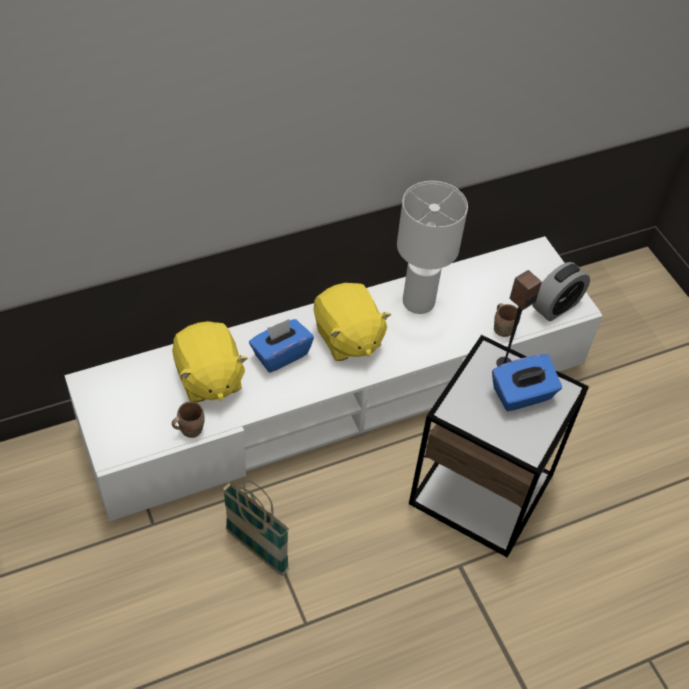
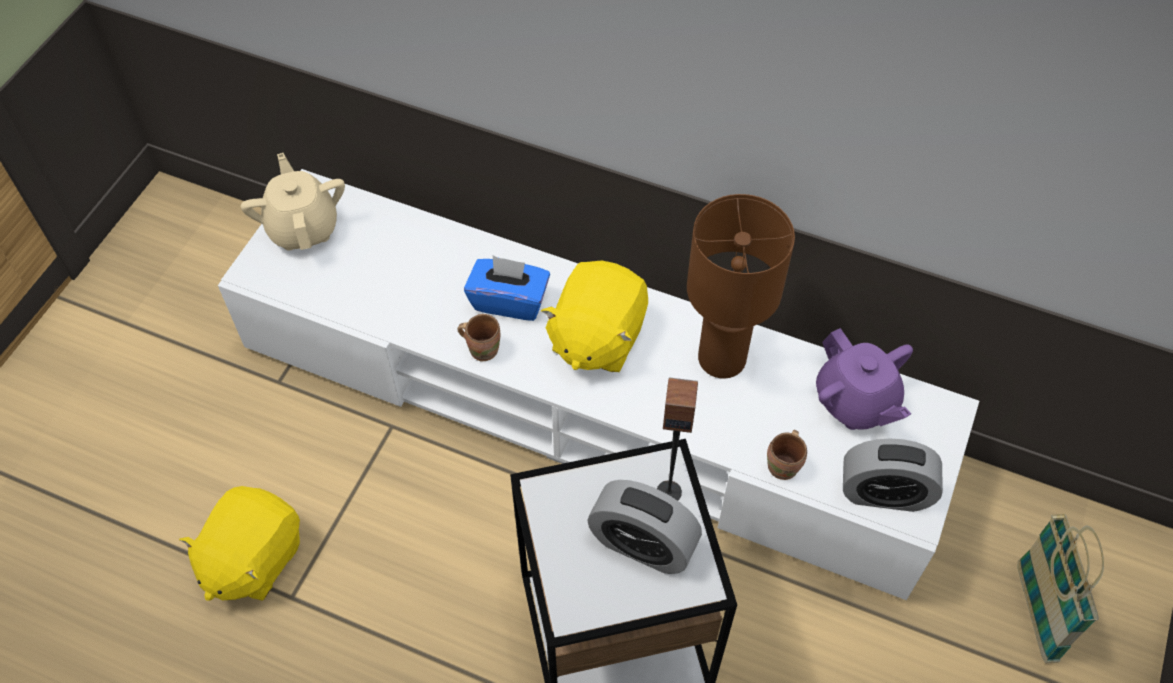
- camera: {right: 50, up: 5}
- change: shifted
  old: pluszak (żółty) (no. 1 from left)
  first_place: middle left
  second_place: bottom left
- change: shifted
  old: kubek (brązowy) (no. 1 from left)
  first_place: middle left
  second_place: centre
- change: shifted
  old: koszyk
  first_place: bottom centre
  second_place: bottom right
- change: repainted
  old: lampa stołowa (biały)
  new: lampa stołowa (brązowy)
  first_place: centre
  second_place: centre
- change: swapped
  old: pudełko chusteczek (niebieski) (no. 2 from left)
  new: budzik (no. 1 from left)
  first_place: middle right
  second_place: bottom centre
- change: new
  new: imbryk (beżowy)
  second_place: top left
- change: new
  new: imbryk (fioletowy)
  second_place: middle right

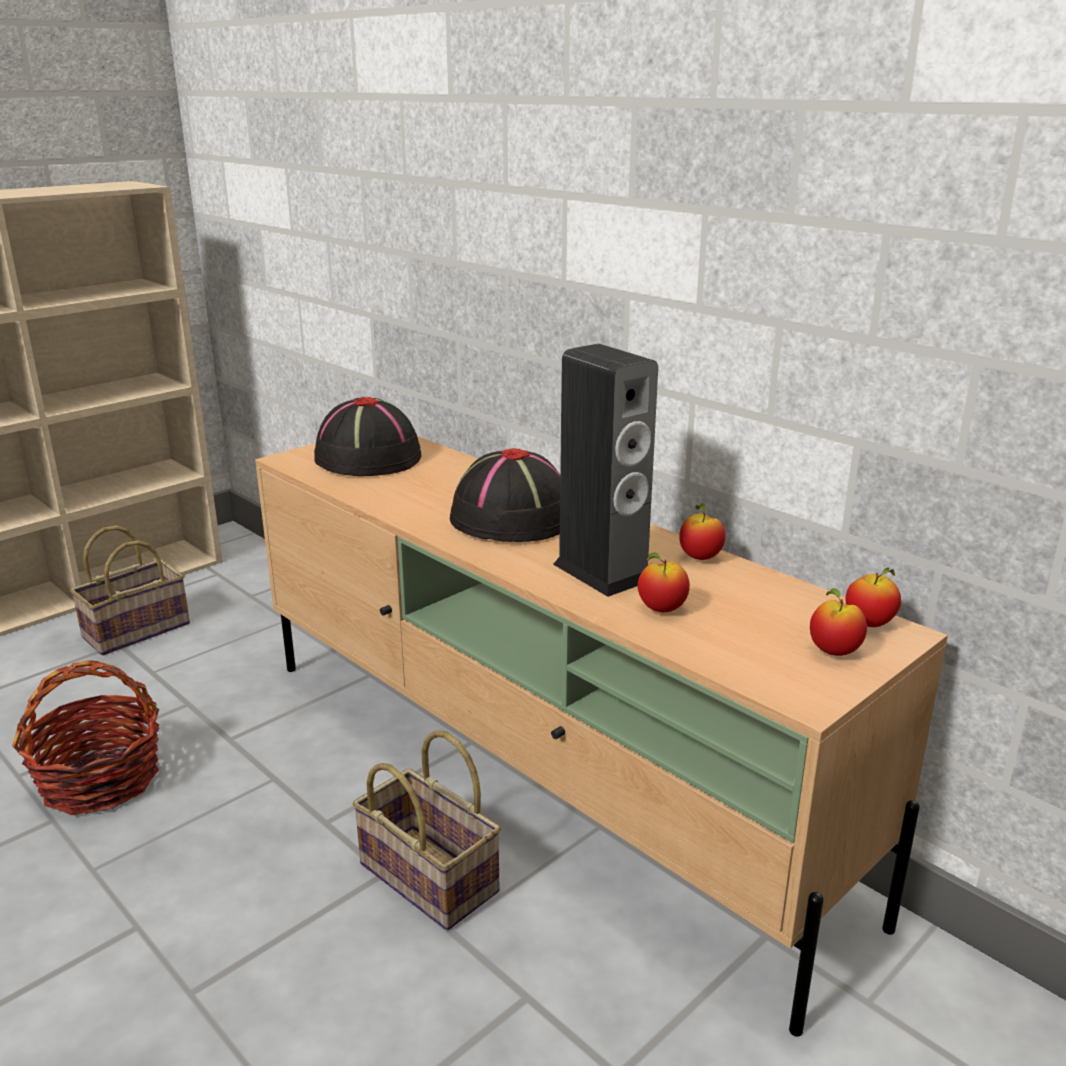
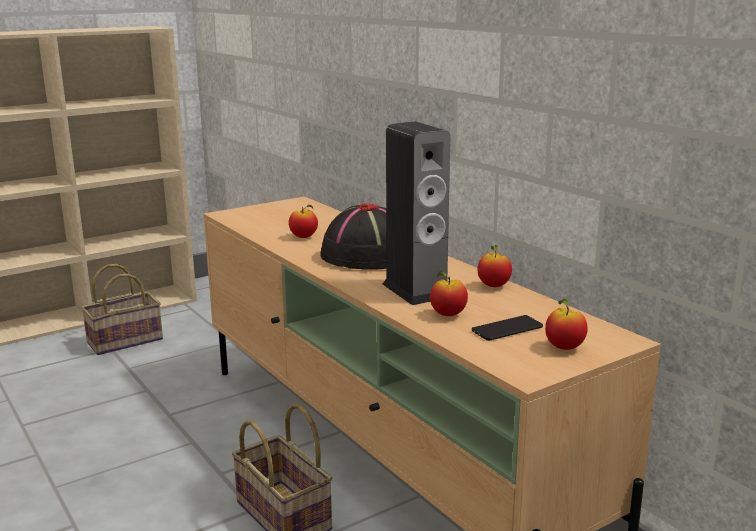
- camera: {right: 10, up: -5}
- change: gone
  old: koszyk (no. 1 from left)
  first_place: bottom left
- change: gone
  old: kapelusz (czarny) (no. 1 from left)
  first_place: centre
- change: shifted
  old: jabłko (no. 4 from left in the first image)
  new: jabłko (no. 1 from left)
  first_place: middle right
  second_place: centre
- change: new
  new: telefon
  second_place: middle right

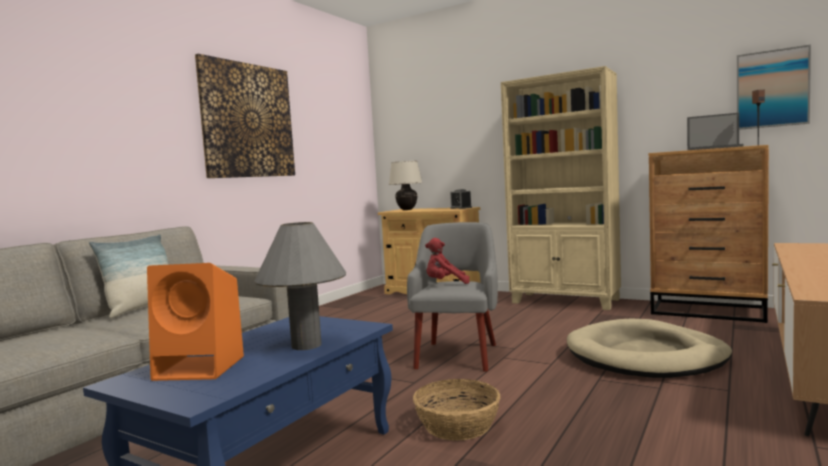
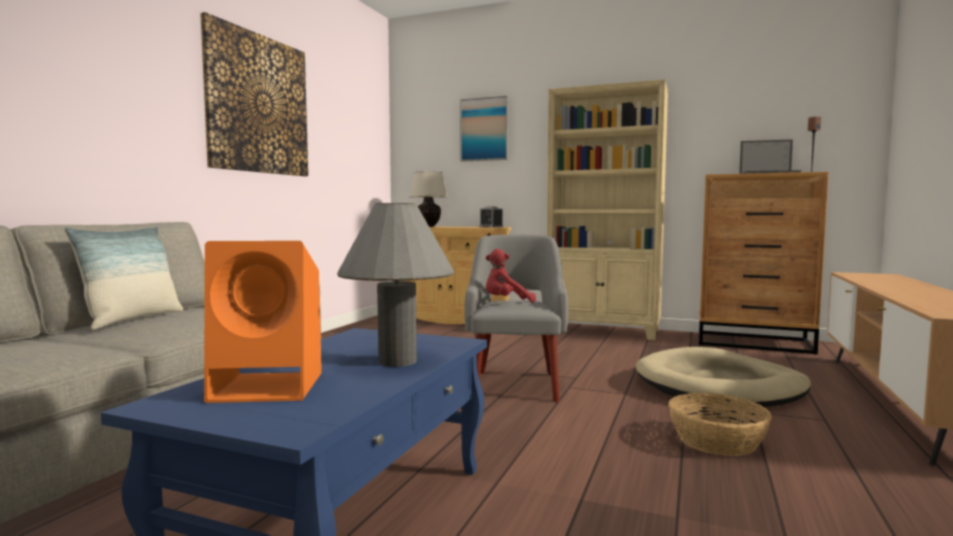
- camera: {right: -10, up: 0}
- change: shifted
  old: koszyk
  first_place: bottom centre
  second_place: bottom right
- change: shifted
  old: obraz (no. 2 from left)
  first_place: top right
  second_place: top centre

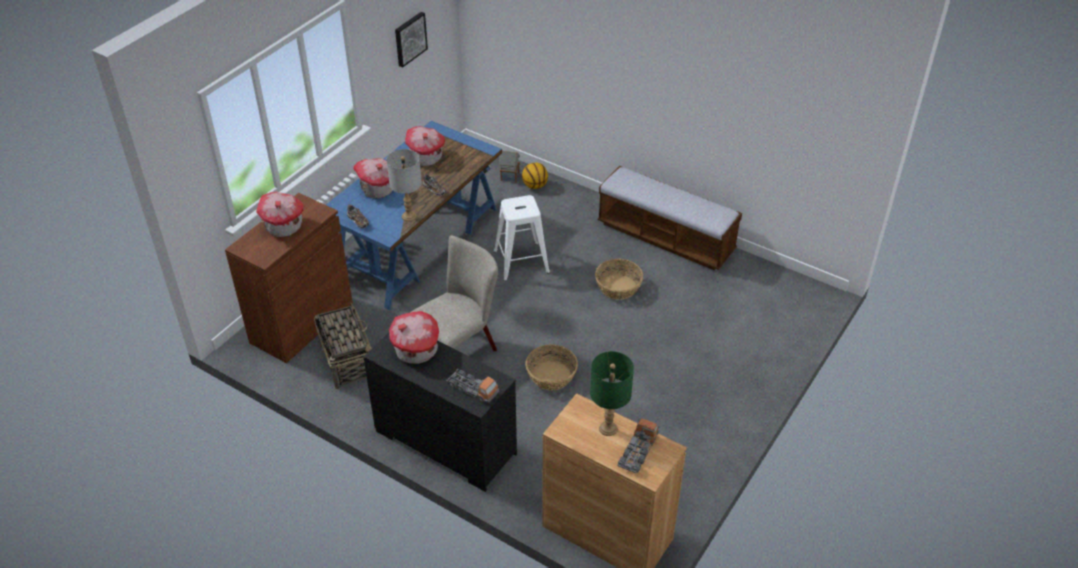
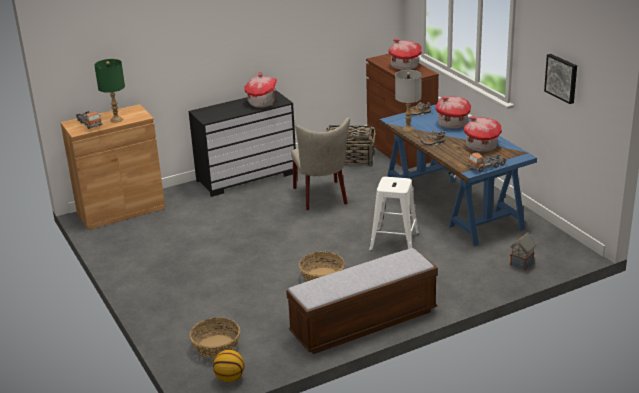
- camera: {right: 120, up: -15}
- change: shifted
  old: ciężarówka zabawkowa (no. 1 from left in the first image)
  new: ciężarówka zabawkowa (no. 2 from left)
  first_place: bottom centre
  second_place: middle right
- change: shifted
  old: piłka do koszykówki
  first_place: top centre
  second_place: bottom centre
- change: shifted
  old: koszyk (no. 2 from left in the first image)
  new: koszyk (no. 1 from left)
  first_place: centre
  second_place: bottom centre

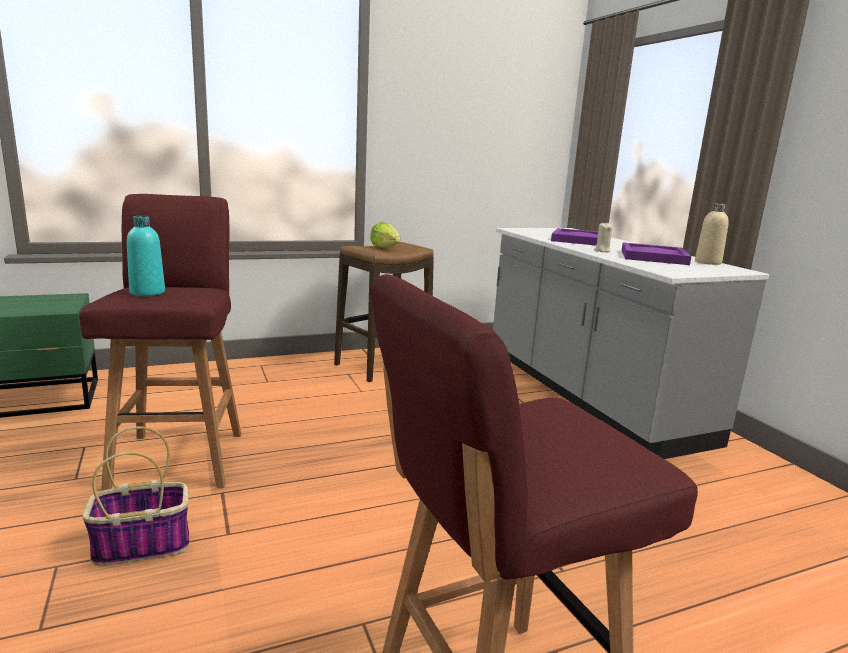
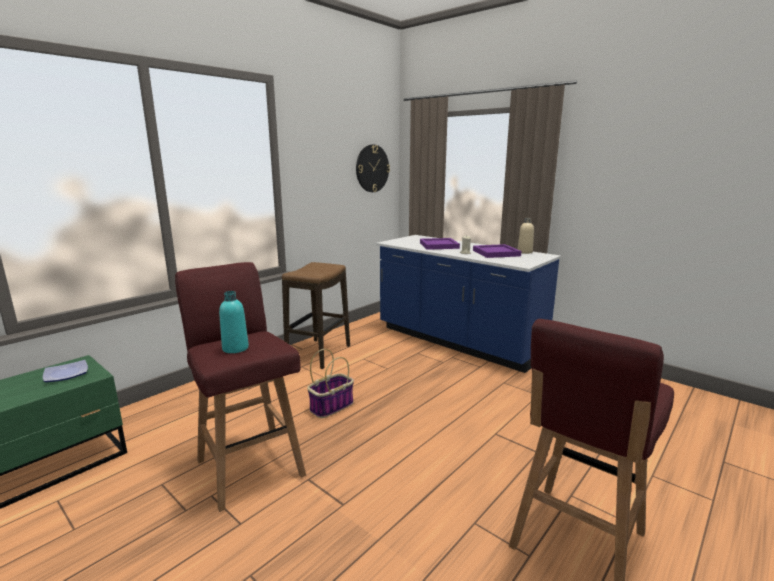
- camera: {right: -25, up: 0}
- change: shifted
  old: koszyk
  first_place: bottom left
  second_place: centre
- change: gone
  old: sałata
  first_place: centre
- change: repainted
  old: zabudowa kuchenna (szary)
  new: zabudowa kuchenna (niebieski)
  first_place: middle right
  second_place: centre
- change: new
  new: talerz
  second_place: middle left
- change: new
  new: zegar ścienny
  second_place: top centre

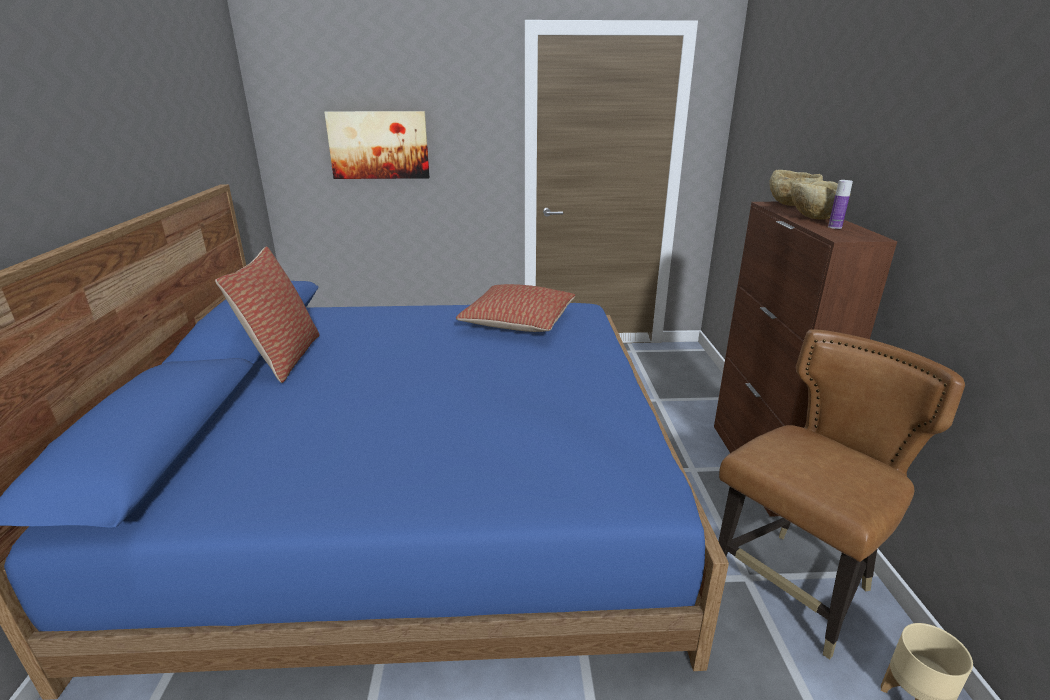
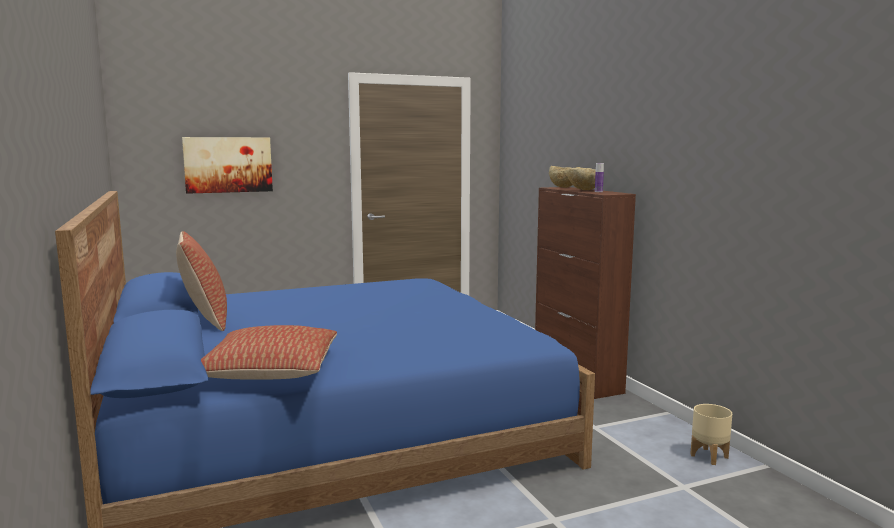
- camera: {right: -20, up: -15}
- change: shifted
  old: poduszka (no. 2 from left)
  first_place: centre
  second_place: bottom left
- change: gone
  old: krzesło (brązowy)
  first_place: bottom right

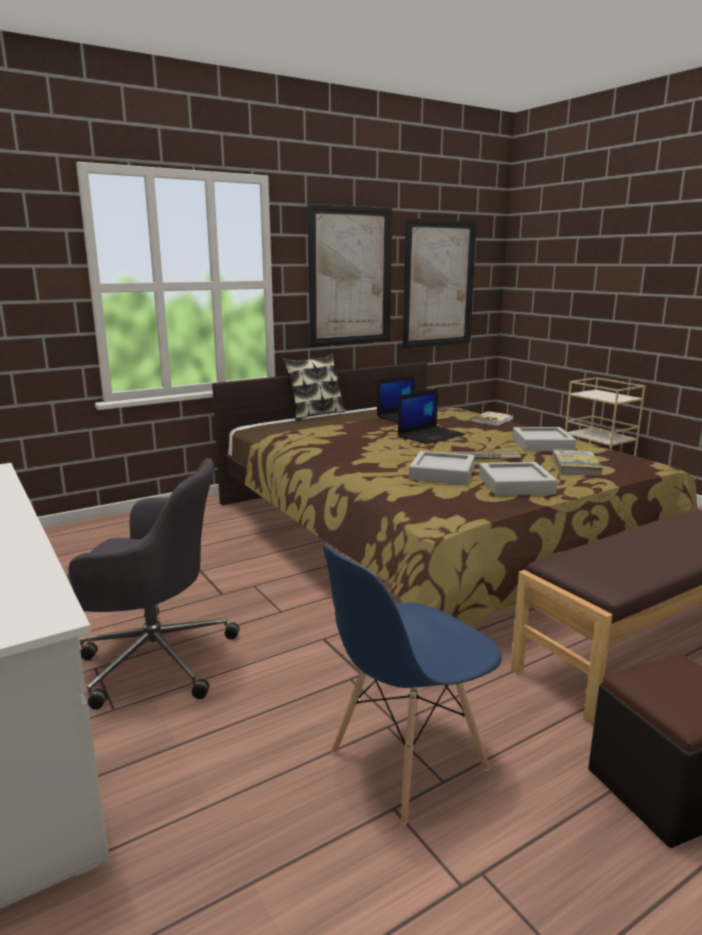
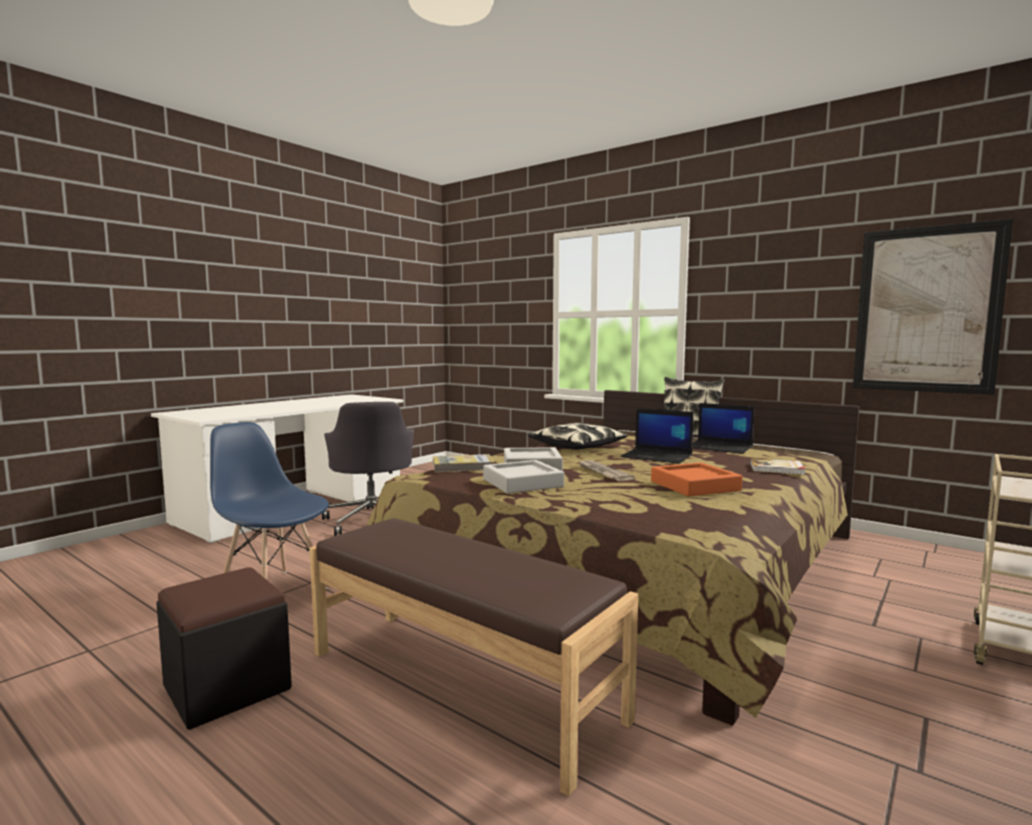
- camera: {right: 70, up: -10}
- change: gone
  old: obraz (no. 1 from left)
  first_place: top centre
- change: repainted
  old: taca (szary) (no. 3 from left)
  new: taca (pomarańczowy)
  first_place: middle right
  second_place: middle right
- change: shifted
  old: książka (no. 2 from left in the first image)
  new: książka (no. 1 from left)
  first_place: middle right
  second_place: centre
- change: new
  new: poduszka (no. 1 from left)
  second_place: centre

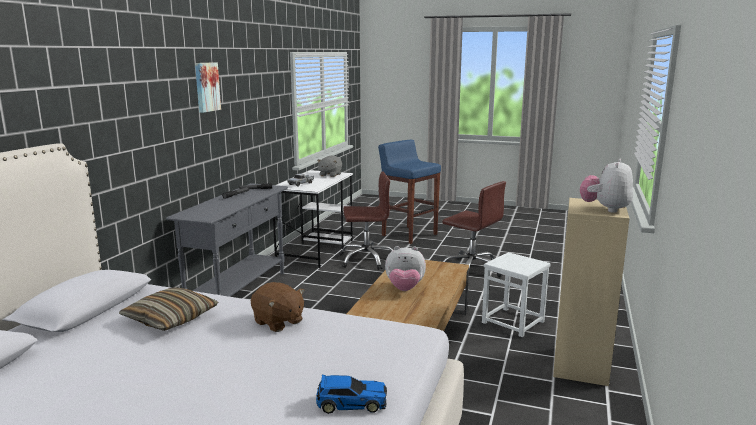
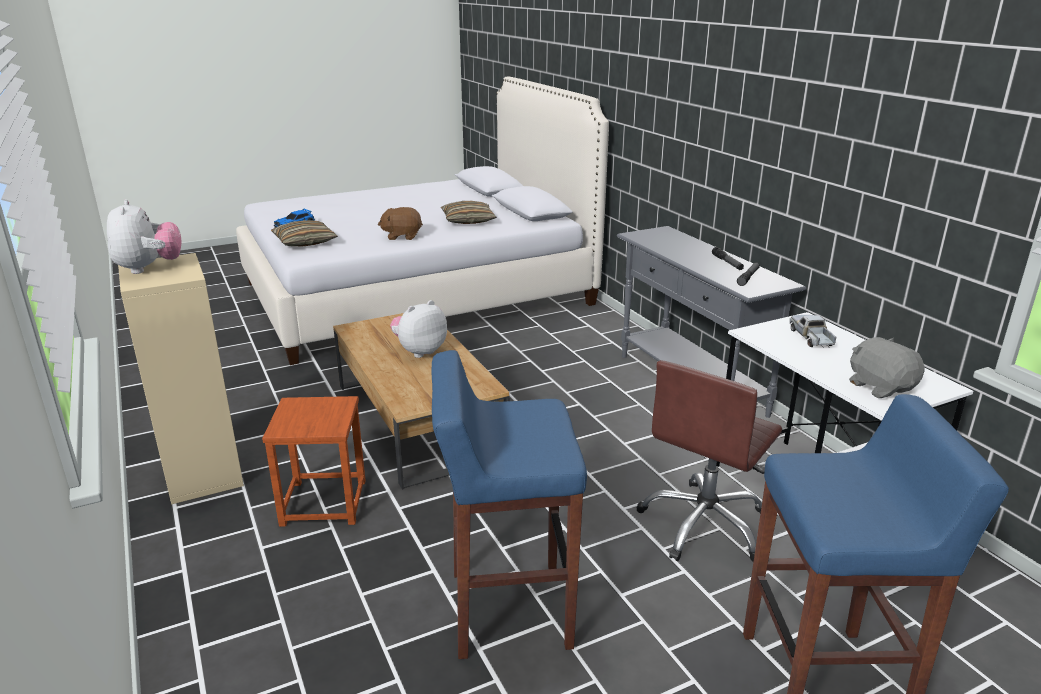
- camera: {right: 135, up: 10}
- change: gone
  old: obraz
  first_place: top left
- change: swapped
  old: krzesło biurowe (brązowy) (no. 2 from left)
  new: stołek (niebieski) (no. 1 from left)
  first_place: centre
  second_place: bottom centre
- change: repainted
  old: stołek (biały)
  new: stołek (brązowy)
  first_place: bottom right
  second_place: middle left
- change: new
  new: poduszka (no. 1 from left)
  second_place: middle left

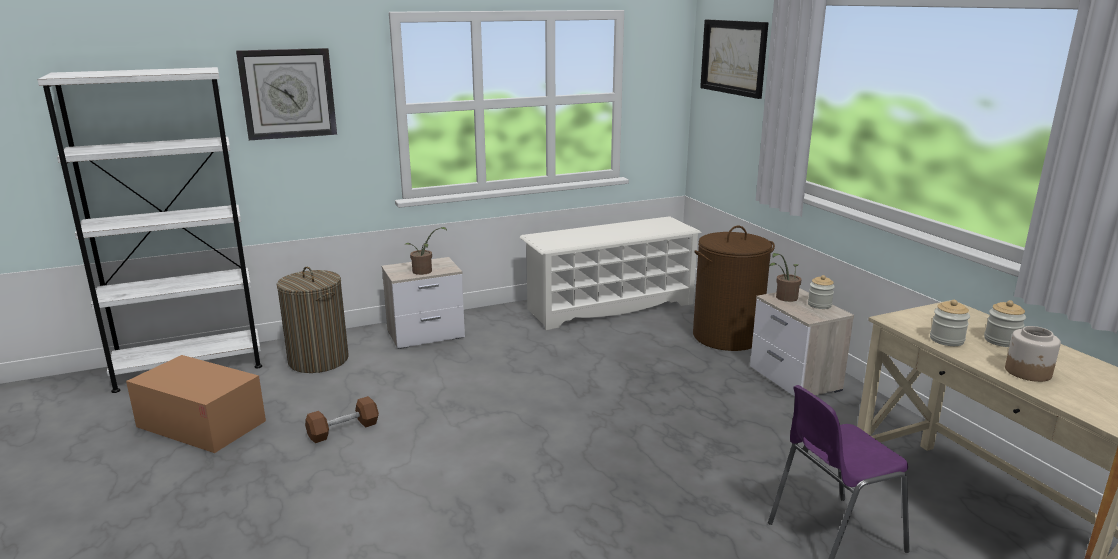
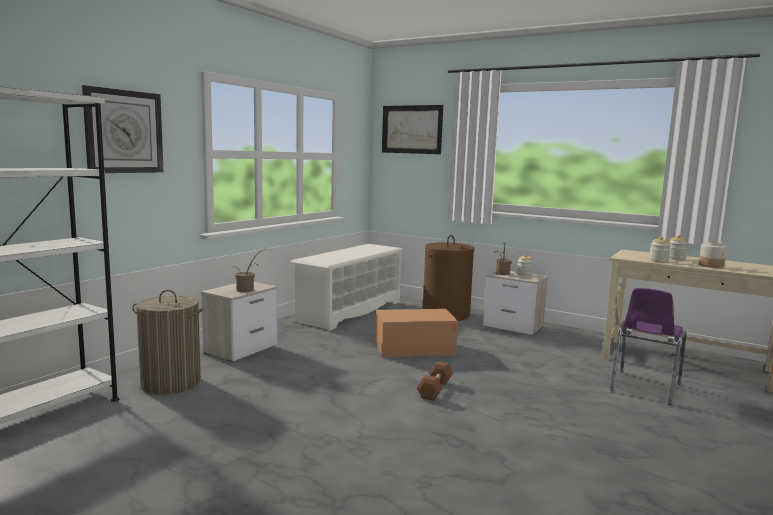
- camera: {right: -35, up: -10}
- change: shifted
  old: karton
  first_place: bottom left
  second_place: centre
- change: shifted
  old: hantel (brązowy)
  first_place: bottom left
  second_place: bottom centre

